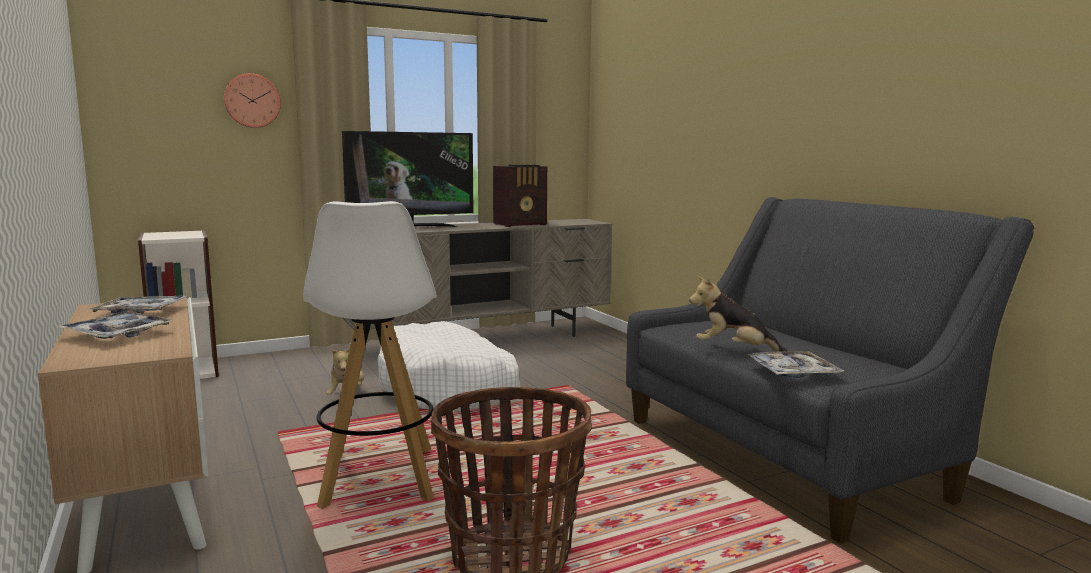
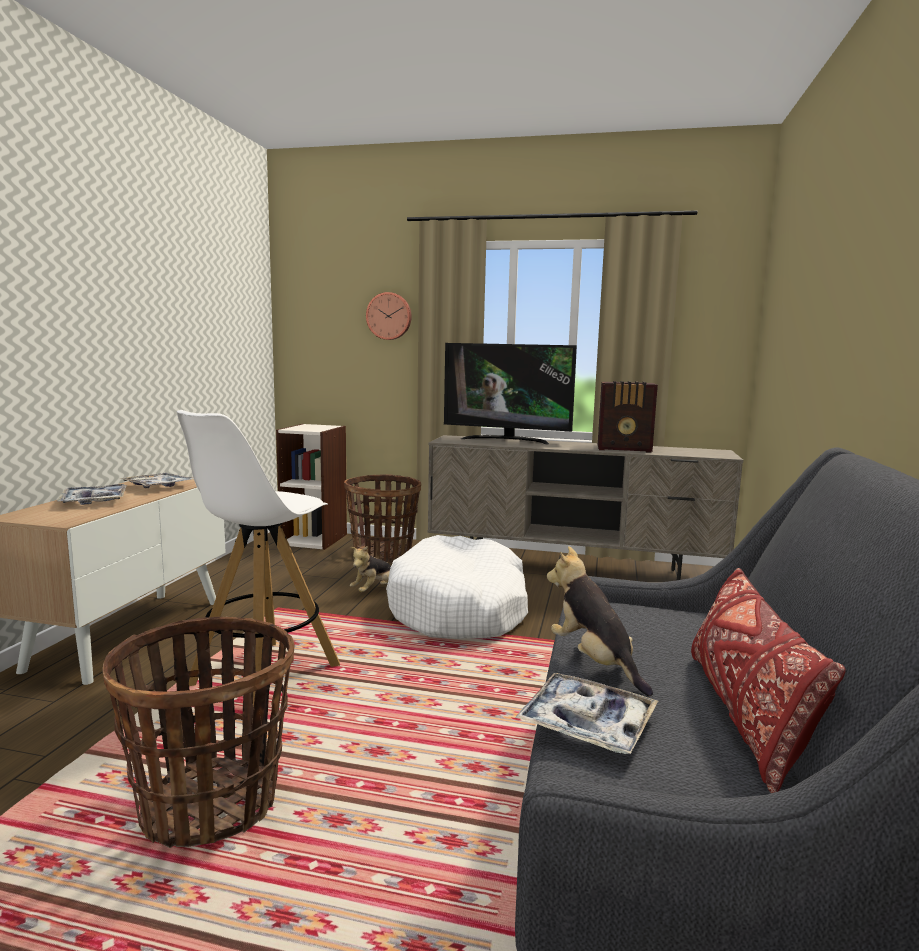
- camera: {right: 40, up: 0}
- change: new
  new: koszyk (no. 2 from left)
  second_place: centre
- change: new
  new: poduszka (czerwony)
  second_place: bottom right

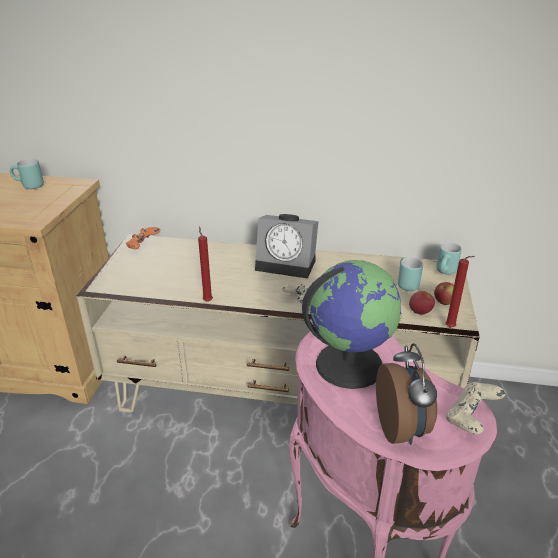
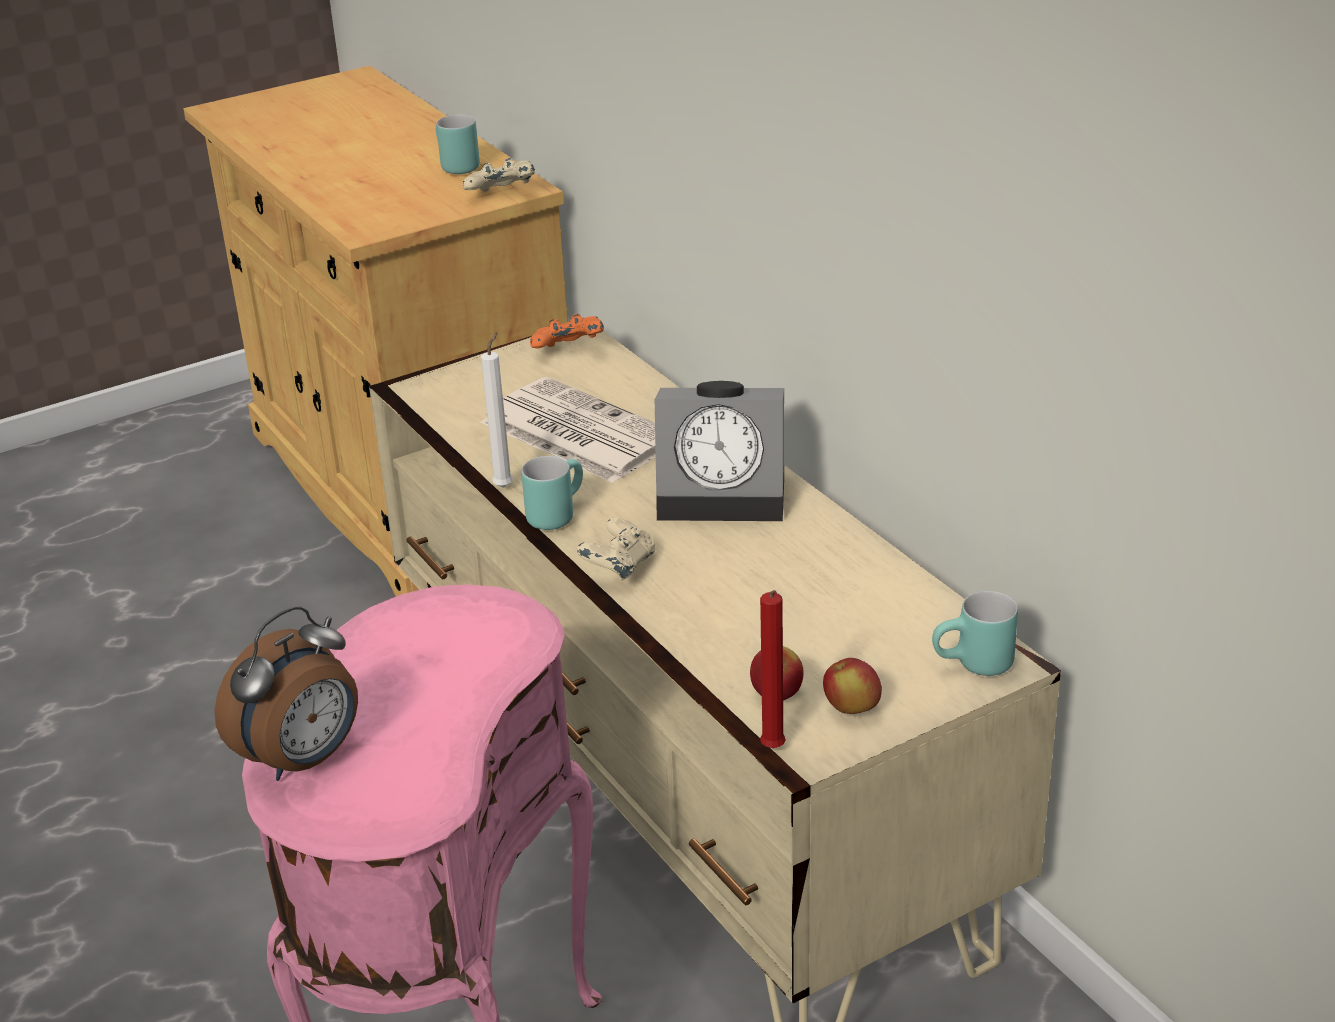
- camera: {right: 50, up: 0}
- change: repainted
  old: świeca (czerwony) (no. 1 from left)
  new: świeca (biały)
  first_place: centre
  second_place: centre
- change: rotated
  old: budzik (no. 1 from left in the first image)
  first_place: centre
  second_place: centre
  degrees: -60
- change: gone
  old: globus
  first_place: centre
- change: shifted
  old: kubek (turkusowy) (no. 2 from left)
  first_place: middle right
  second_place: centre
- change: shifted
  old: pad do gier (beżowy) (no. 2 from left in the first image)
  new: pad do gier (beżowy) (no. 1 from left)
  first_place: bottom right
  second_place: top centre
- change: new
  new: gazeta
  second_place: centre

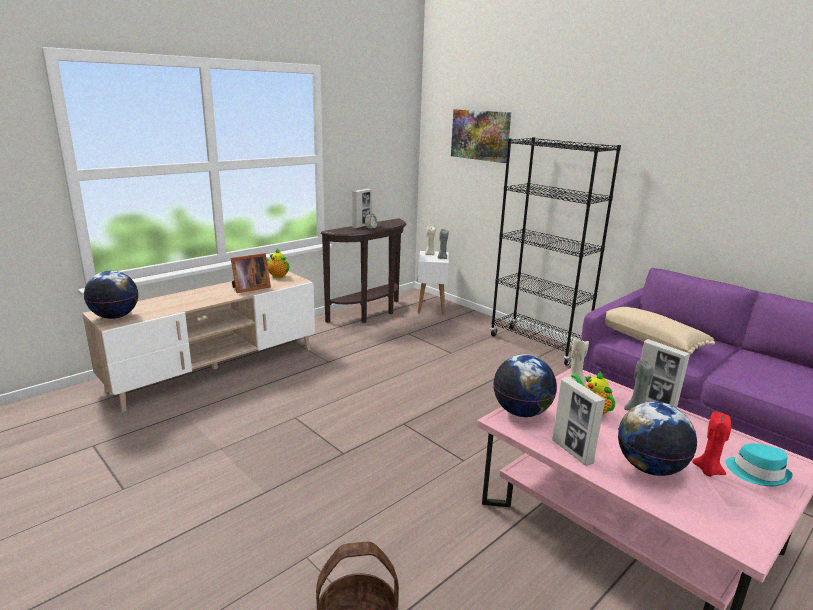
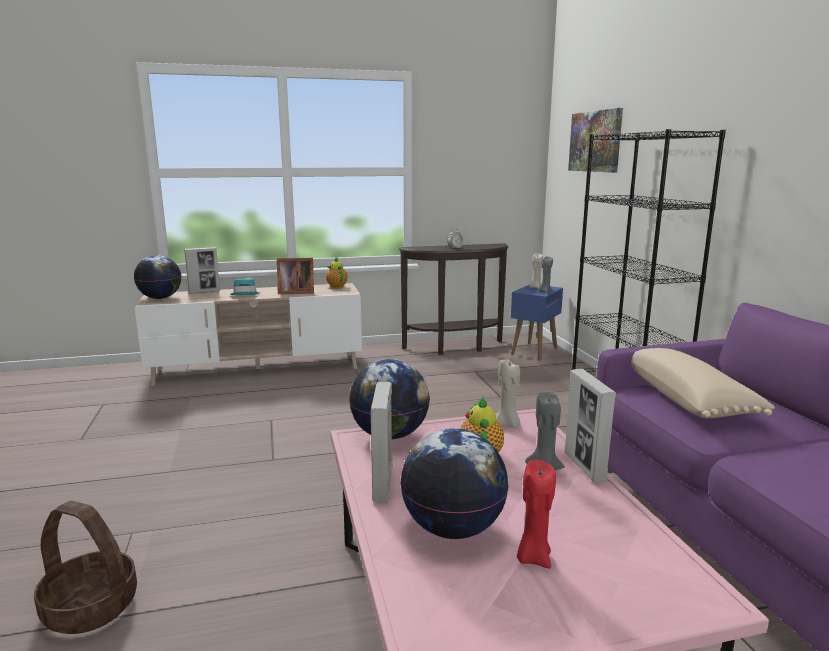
- camera: {right: 30, up: -5}
- change: shifted
  old: ramka na zdjęcie (no. 2 from left in the first image)
  new: ramka na zdjęcie (no. 1 from left)
  first_place: centre
  second_place: middle left
- change: repainted
  old: stolik (biały)
  new: stolik (niebieski)
  first_place: centre
  second_place: centre
- change: shifted
  old: kapelusz (turkusowy)
  first_place: bottom right
  second_place: middle left

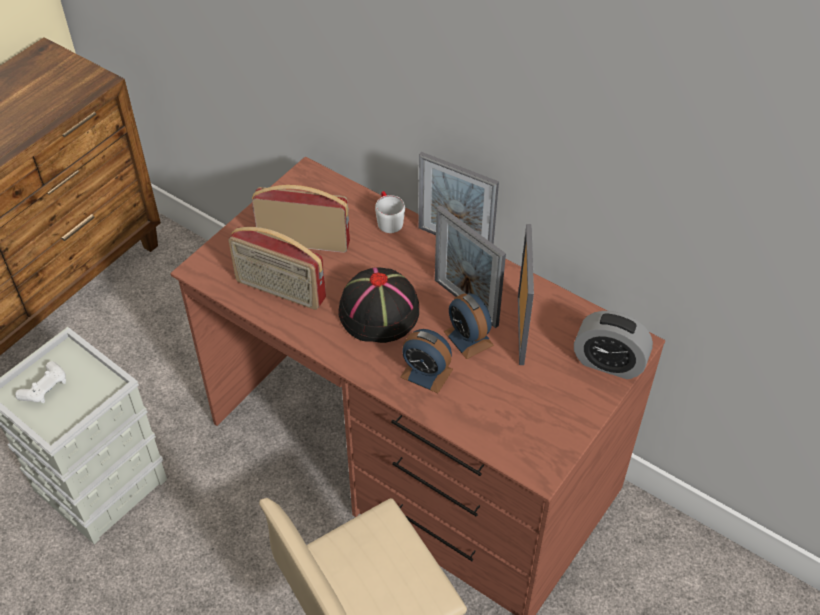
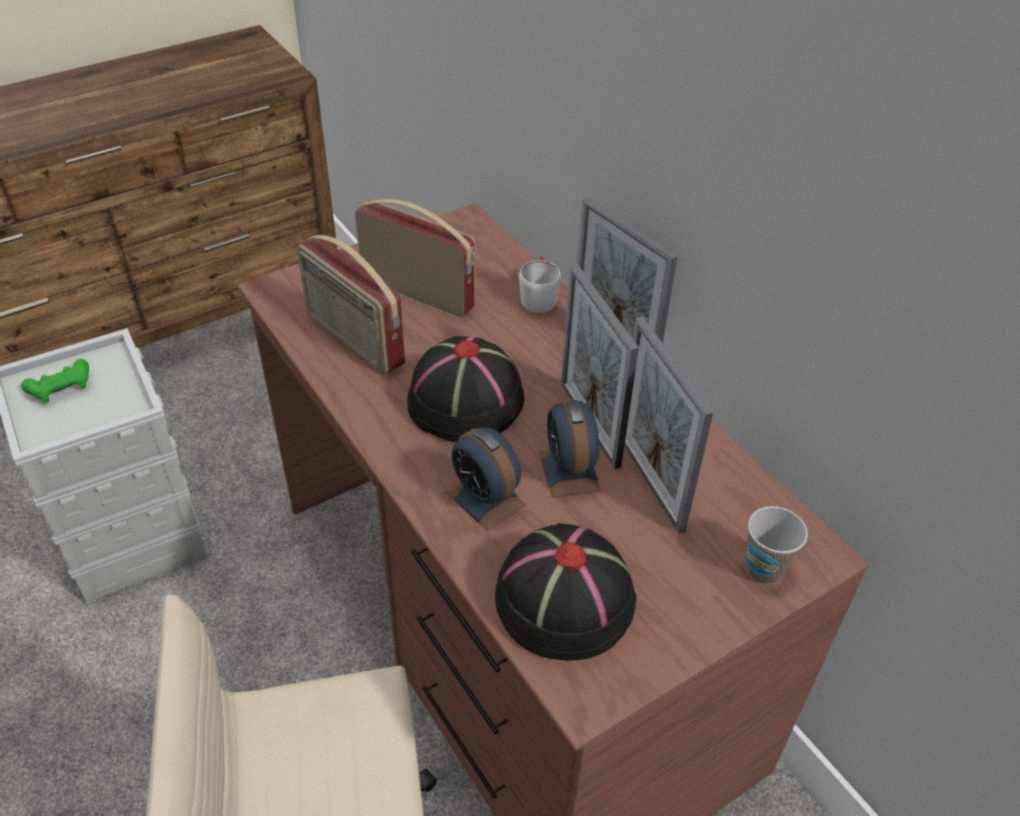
- camera: {right: 20, up: -5}
- change: repainted
  old: pad do gier (biały)
  new: pad do gier (zielony)
  first_place: middle left
  second_place: middle left
- change: rotated
  old: ramka na zdjęcie (no. 3 from left)
  first_place: centre
  second_place: centre
  degrees: 135
- change: swapped
  old: budzik (no. 3 from left)
  new: filiżanka
  first_place: middle right
  second_place: bottom right
- change: new
  new: kapelusz (czarny) (no. 2 from left)
  second_place: bottom centre

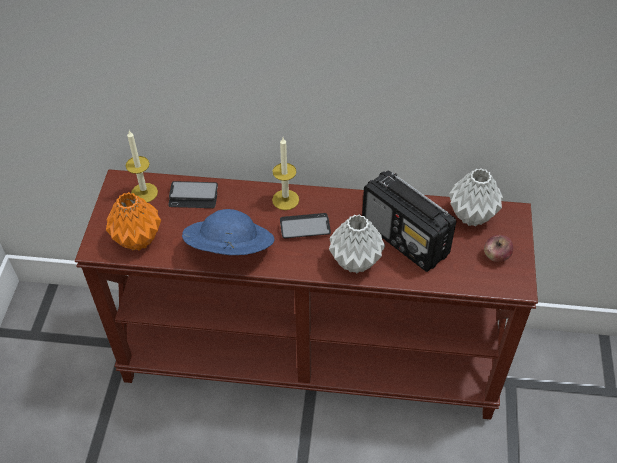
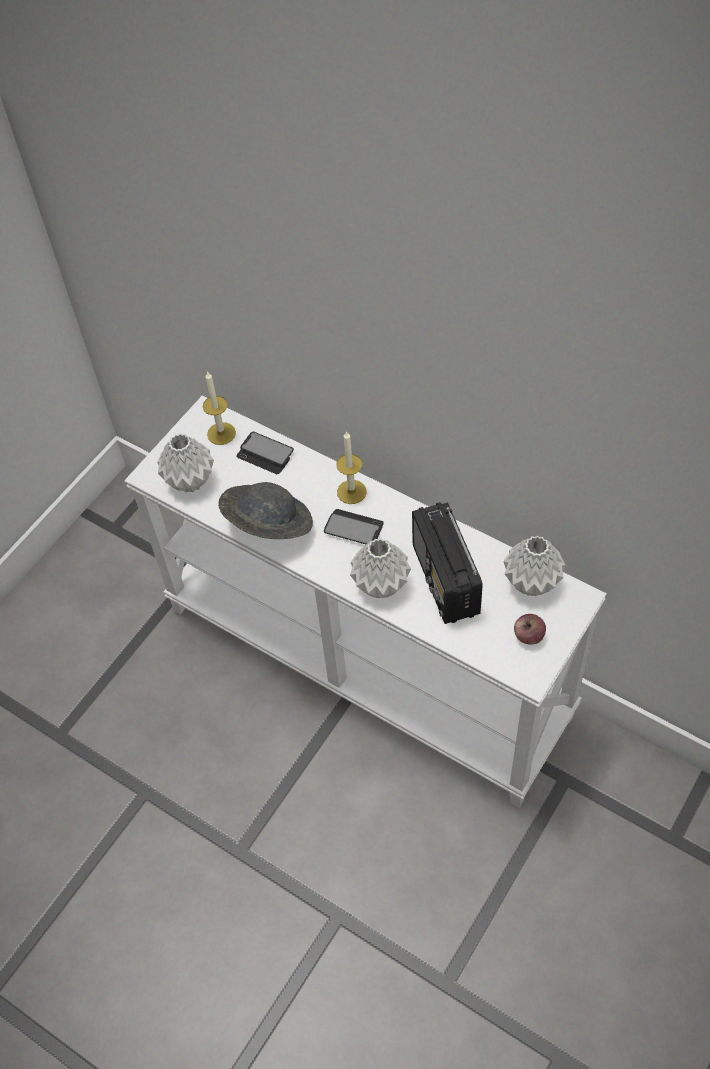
- camera: {right: 30, up: 5}
- change: repainted
  old: stolik konsolowy (brązowy)
  new: stolik konsolowy (biały)
  first_place: centre
  second_place: centre
- change: repainted
  old: wazon (pomarańczowy)
  new: wazon (szary) (no. 1 from left)
  first_place: middle left
  second_place: middle left
- change: repainted
  old: kapelusz (niebieski)
  new: kapelusz (szary)
  first_place: centre
  second_place: centre

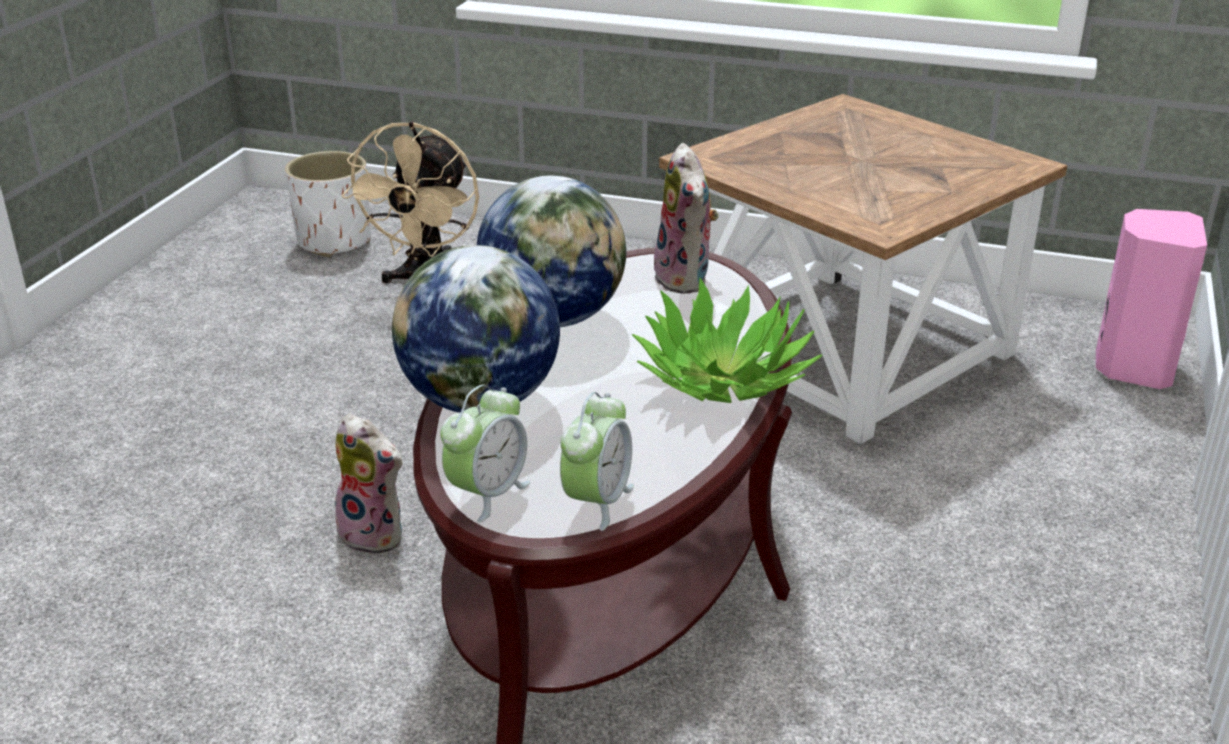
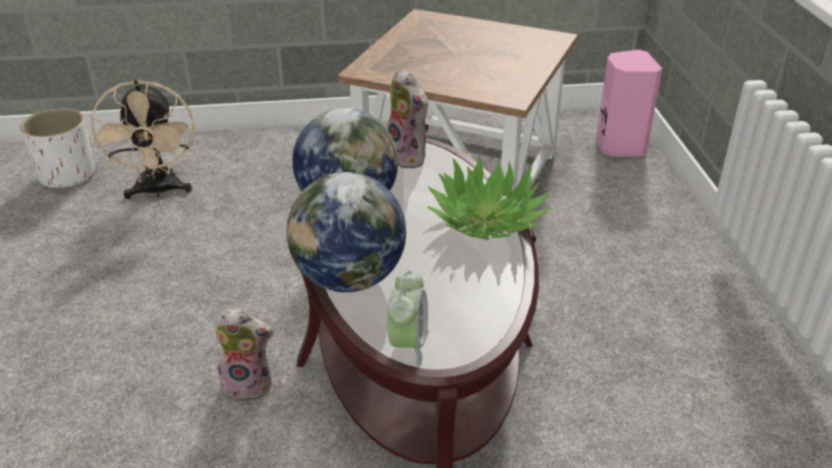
- camera: {right: -25, up: 5}
- change: gone
  old: budzik (no. 2 from left)
  first_place: centre

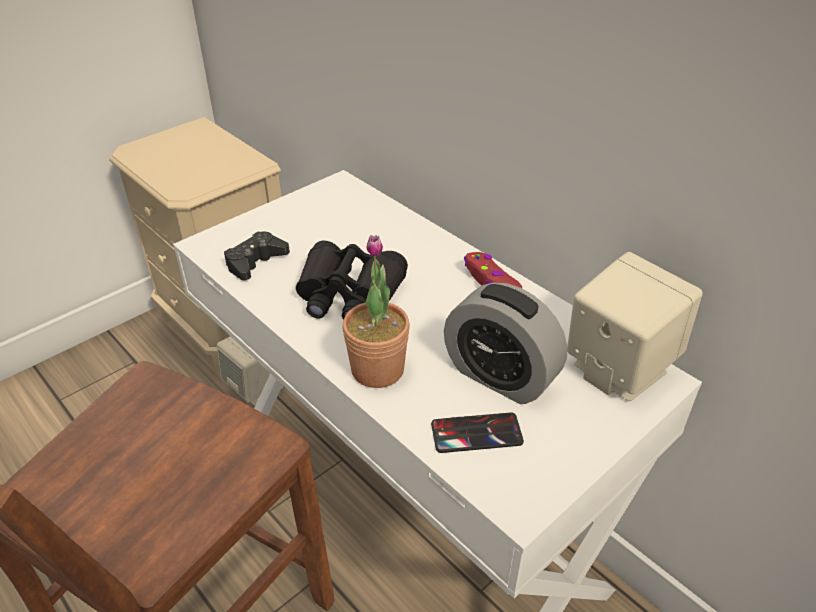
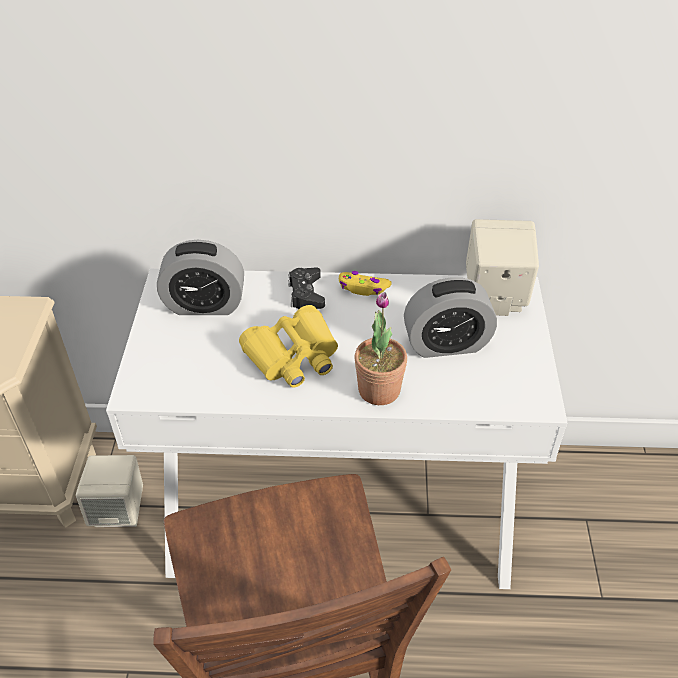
- camera: {right: -45, up: 5}
- change: shifted
  old: pad do gier (czarny)
  first_place: middle left
  second_place: centre
- change: repainted
  old: lornetka (czarny)
  new: lornetka (żółty)
  first_place: centre
  second_place: centre
- change: gone
  old: telefon
  first_place: bottom centre
- change: repainted
  old: pad do gier (czerwony)
  new: pad do gier (żółty)
  first_place: centre
  second_place: centre
- change: new
  new: budzik (no. 1 from left)
  second_place: middle left

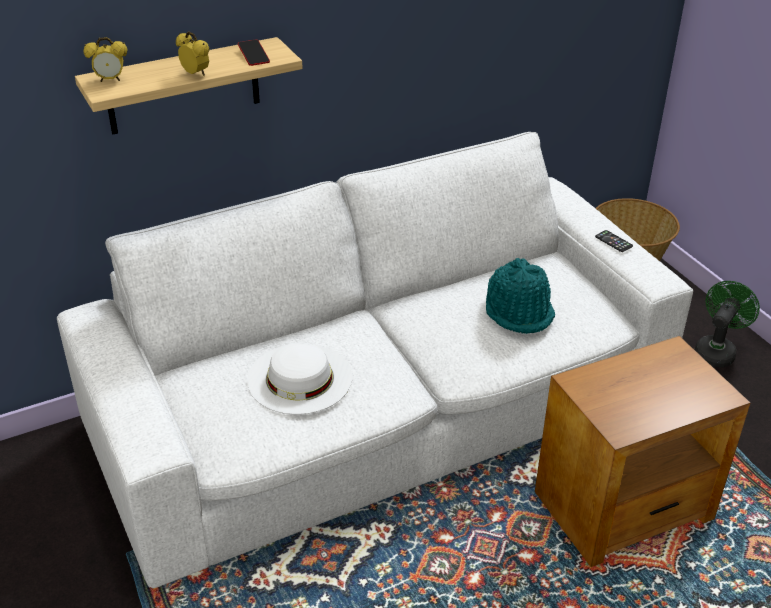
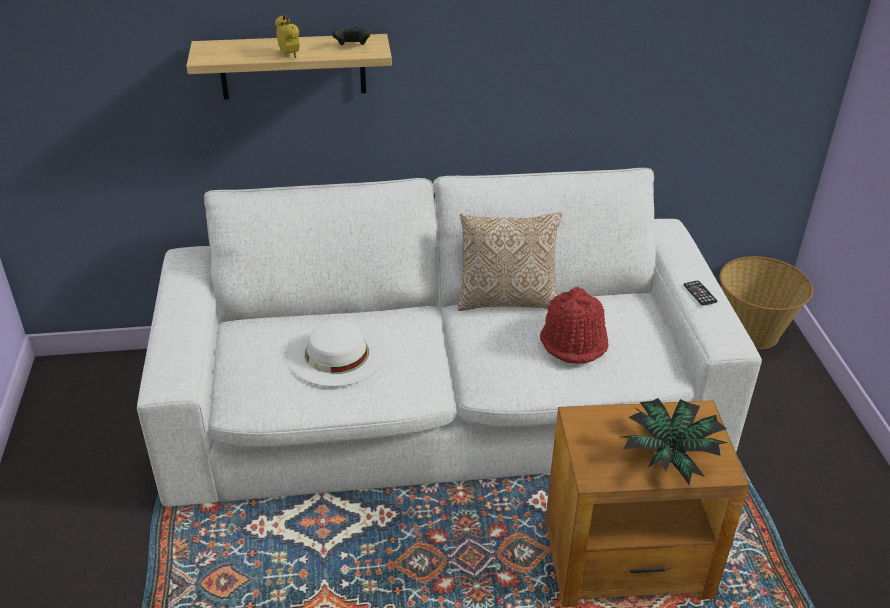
- camera: {right: 20, up: 0}
- change: gone
  old: budzik (no. 1 from left)
  first_place: top left
- change: swapped
  old: telefon (no. 1 from left)
  new: pad do gier (czarny)
  first_place: top left
  second_place: top centre
- change: repainted
  old: kapelusz (turkusowy)
  new: kapelusz (czerwony)
  first_place: middle right
  second_place: centre
- change: gone
  old: wentylator (zielony)
  first_place: middle right
- change: new
  new: poduszka
  second_place: centre
- change: new
  new: roślina doniczkowa
  second_place: bottom right

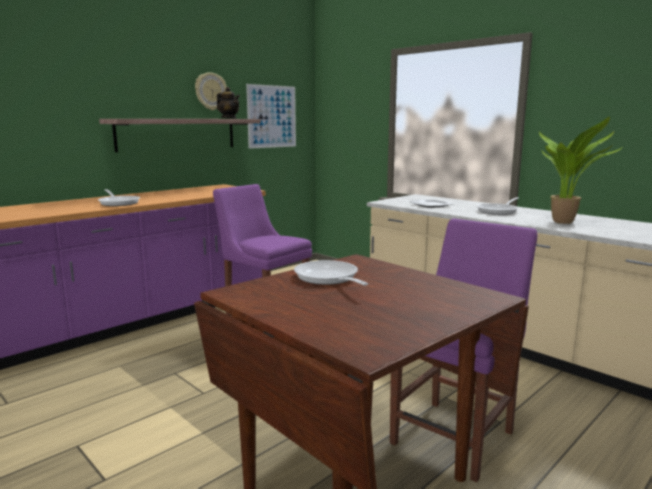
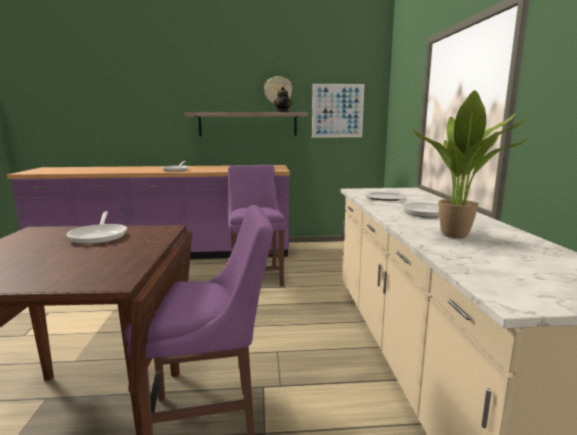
- camera: {right: 40, up: 0}
- change: rotated
  old: patelnia (no. 2 from left in the first image)
  first_place: centre
  second_place: middle left
  degrees: 150

